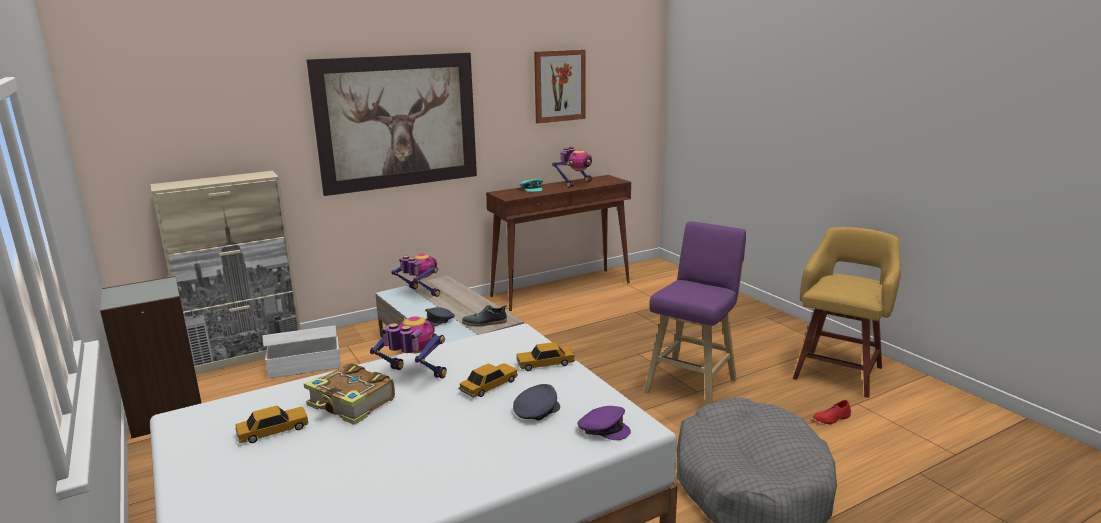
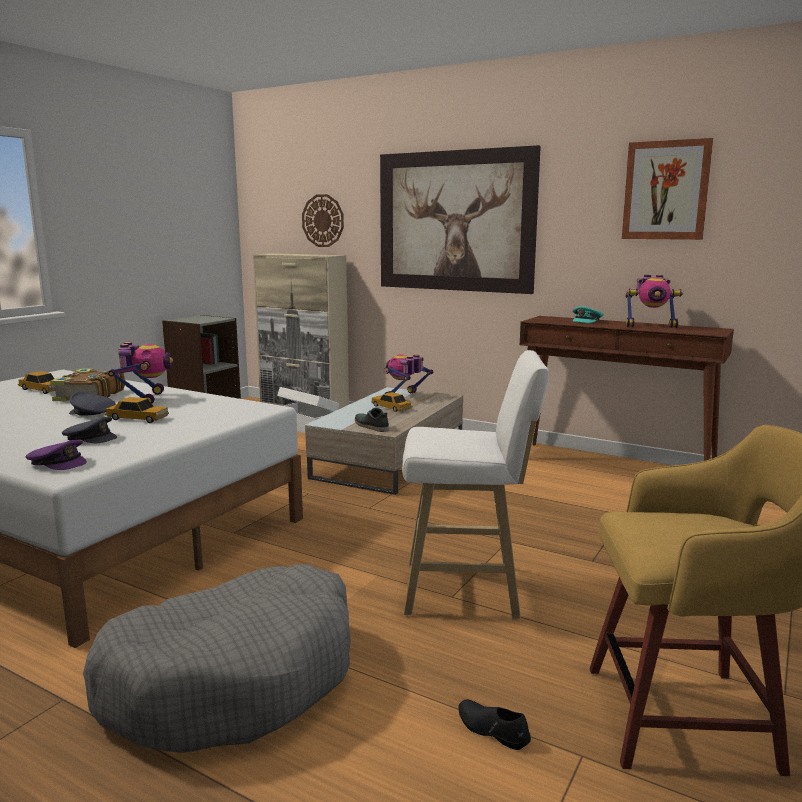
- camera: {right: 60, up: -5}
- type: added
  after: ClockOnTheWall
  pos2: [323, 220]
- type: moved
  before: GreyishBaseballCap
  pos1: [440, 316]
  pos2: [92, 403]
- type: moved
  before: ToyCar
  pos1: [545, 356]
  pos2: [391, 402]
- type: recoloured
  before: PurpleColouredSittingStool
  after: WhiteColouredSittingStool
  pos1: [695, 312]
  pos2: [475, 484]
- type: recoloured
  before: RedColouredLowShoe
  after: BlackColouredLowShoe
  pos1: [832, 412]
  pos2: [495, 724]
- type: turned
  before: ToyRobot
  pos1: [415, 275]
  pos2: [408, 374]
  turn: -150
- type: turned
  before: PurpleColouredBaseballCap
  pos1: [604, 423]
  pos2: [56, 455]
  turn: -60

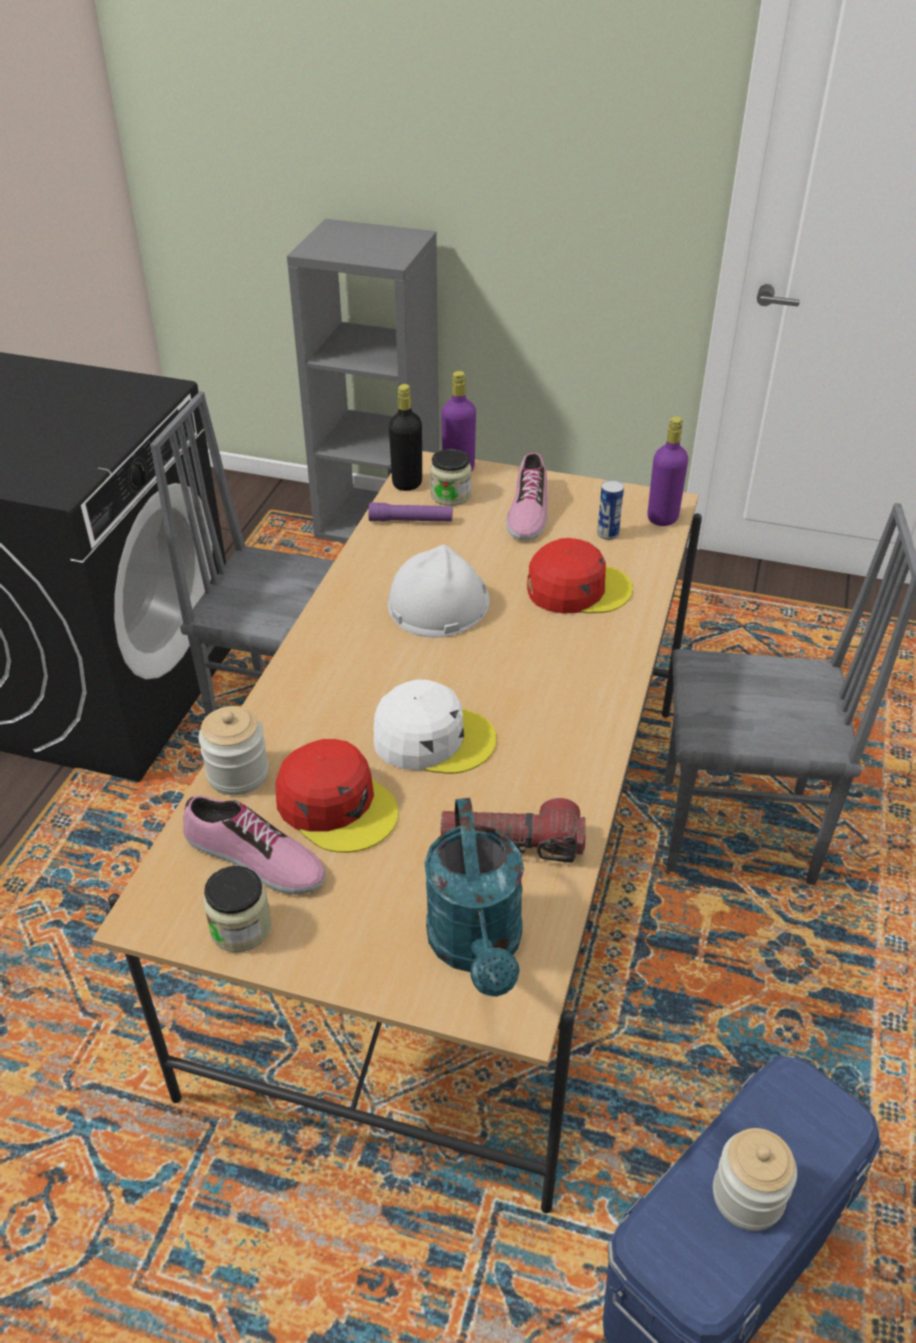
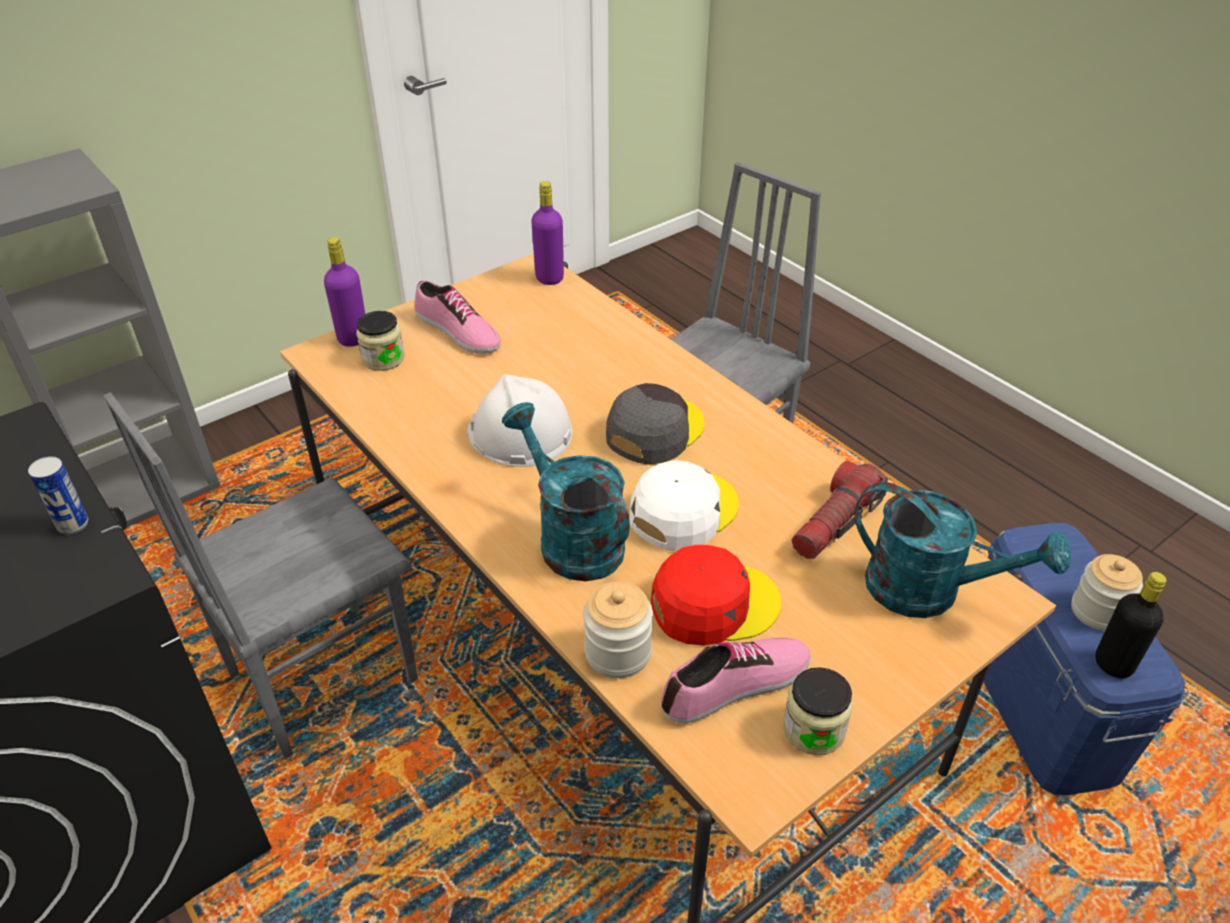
- camera: {right: -55, up: 0}
- type: removed
  before: PurpleColouredTorch
  pos1: [410, 512]
- type: removed
  before: RedColouredBaseballCap
  pos1: [580, 576]
- type: added
  after: TurquoiseColouredSprinklingCan
  pos2: [566, 491]
- type: added
  after: GreyishBaseballCap
  pos2: [655, 424]
- type: moved
  before: BlackColouredBottle
  pos1: [405, 437]
  pos2: [1131, 625]
- type: moved
  before: Can
  pos1: [610, 510]
  pos2: [58, 495]

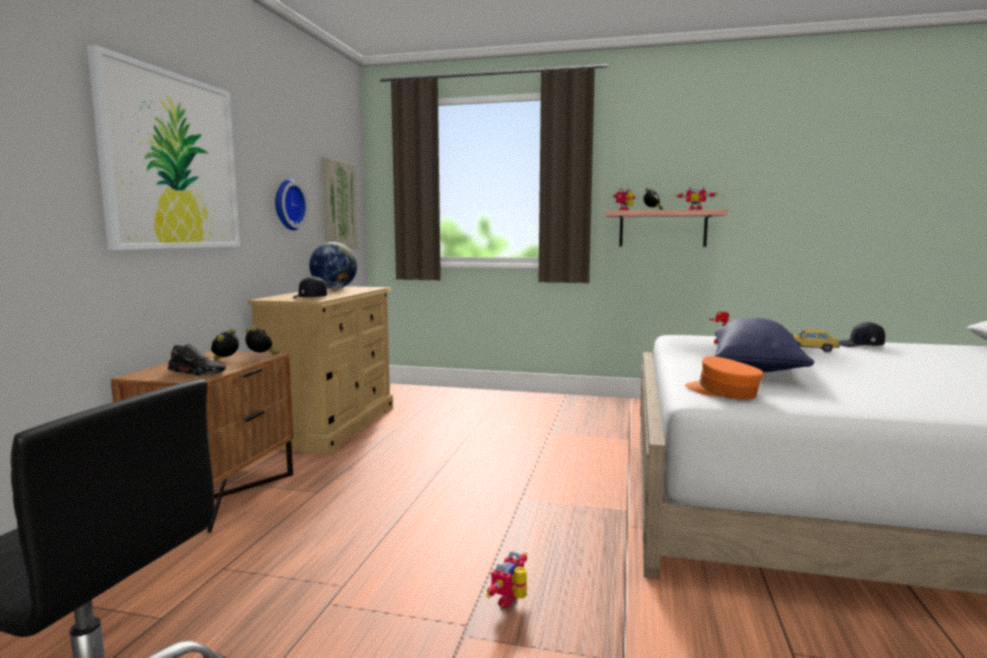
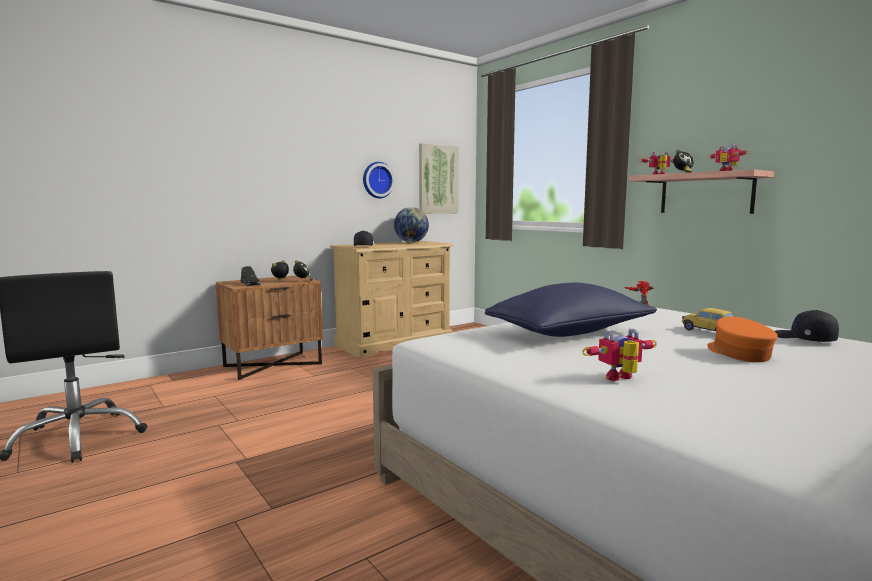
- camera: {right: 40, up: 0}
- type: removed
  before: Picture
  pos1: [163, 147]
- type: moved
  before: ToyRobot
  pos1: [506, 580]
  pos2: [619, 355]
- type: moved
  before: OrangeBaseballCap
  pos1: [724, 378]
  pos2: [742, 339]

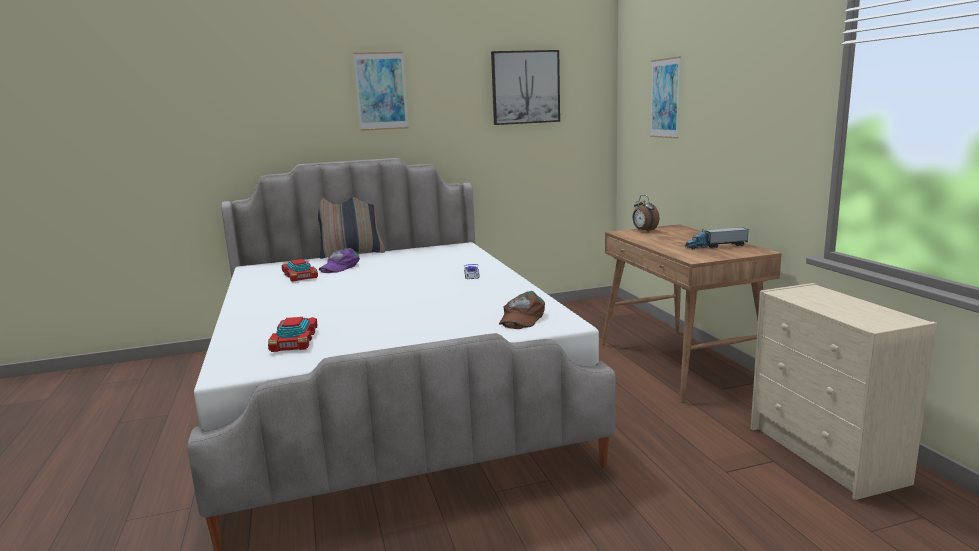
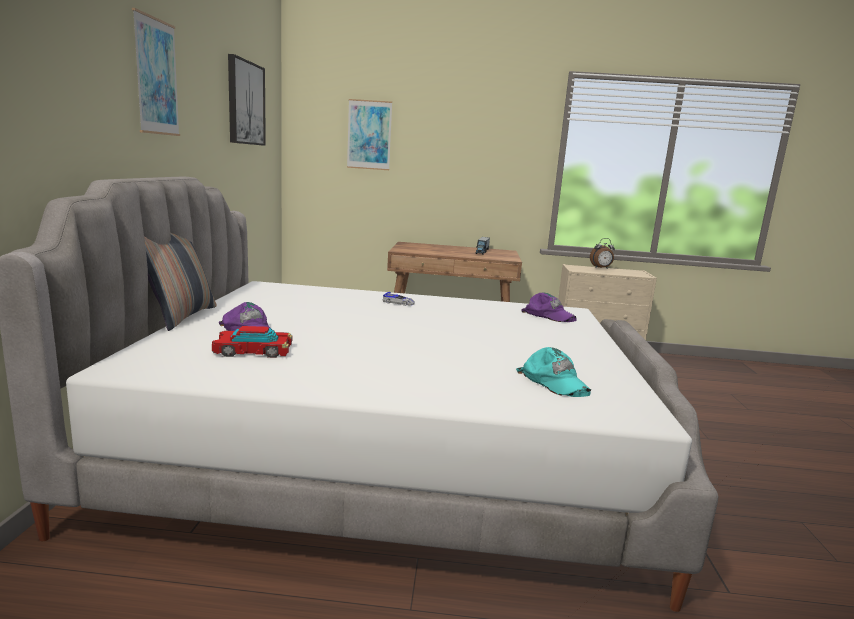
- camera: {right: -70, up: 0}
- type: moved
  before: BedsideClock
  pos1: [646, 213]
  pos2: [602, 253]
- type: replaced
  before: ToyCar
  after: TurquoiseColouredBaseballCap
  pos1: [293, 334]
  pos2: [553, 372]
- type: recoloured
  before: BrownColouredBaseballCap
  after: PurpleColouredBaseballCap
  pos1: [522, 310]
  pos2: [549, 307]

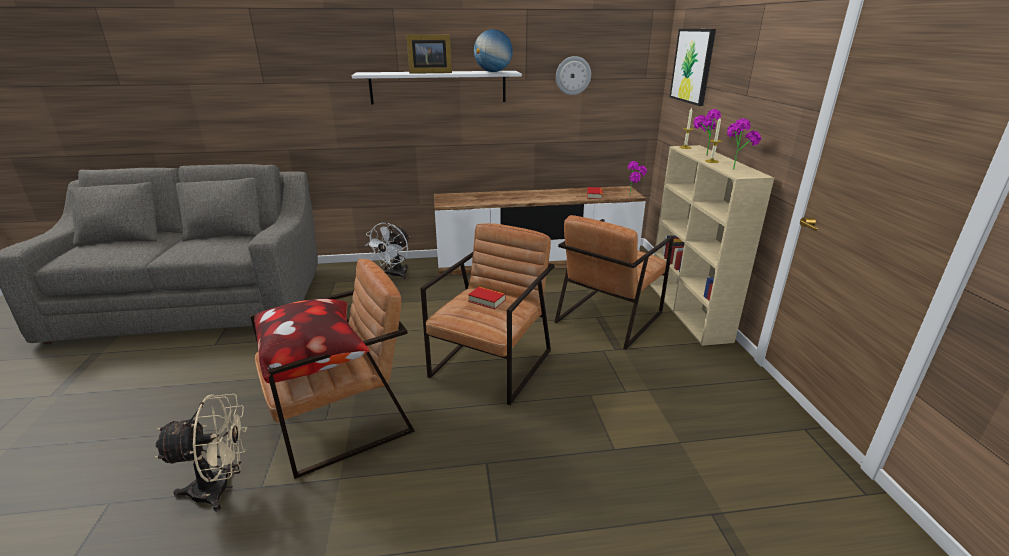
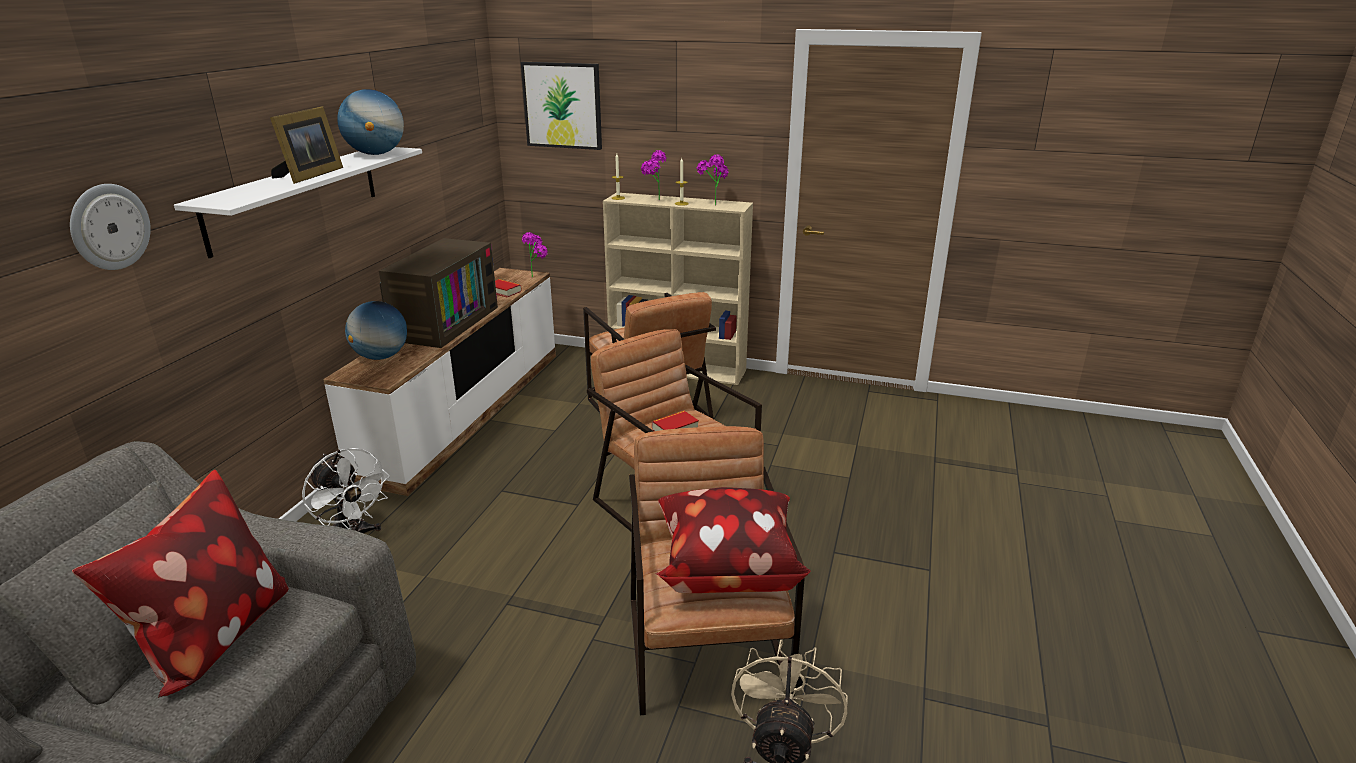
- camera: {right: -65, up: 0}
- type: added
  after: Cushion
  pos2: [180, 584]
- type: added
  after: DeskGlobe
  pos2: [376, 330]
- type: added
  after: Tv
  pos2: [438, 293]
- type: moved
  before: ClockOnTheWall
  pos1: [573, 75]
  pos2: [110, 227]

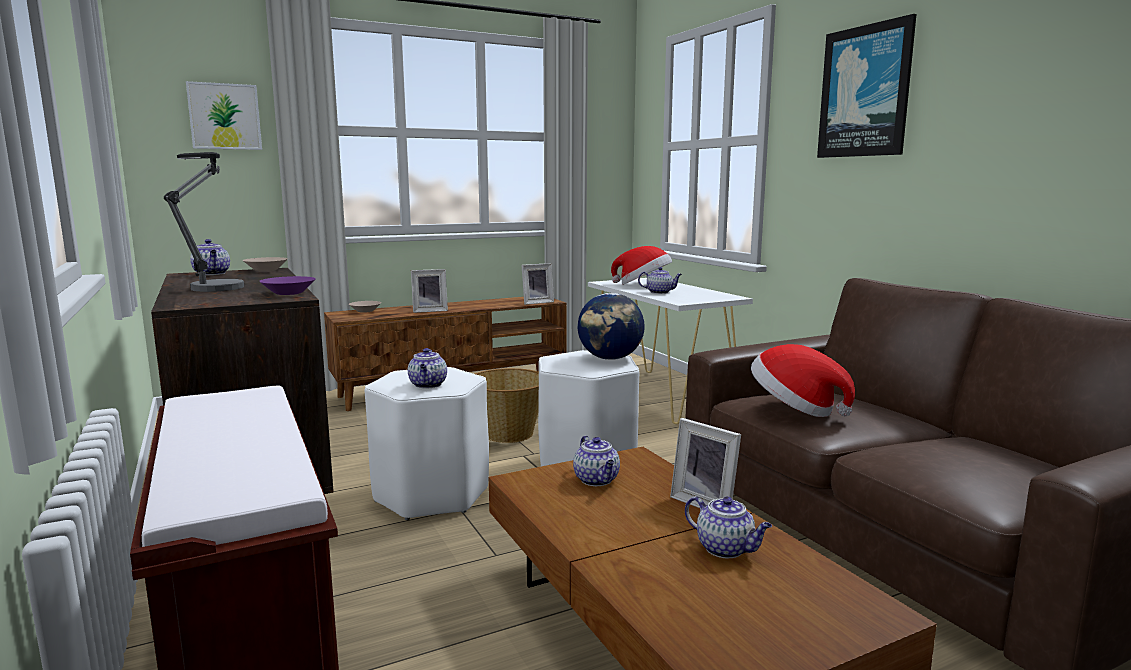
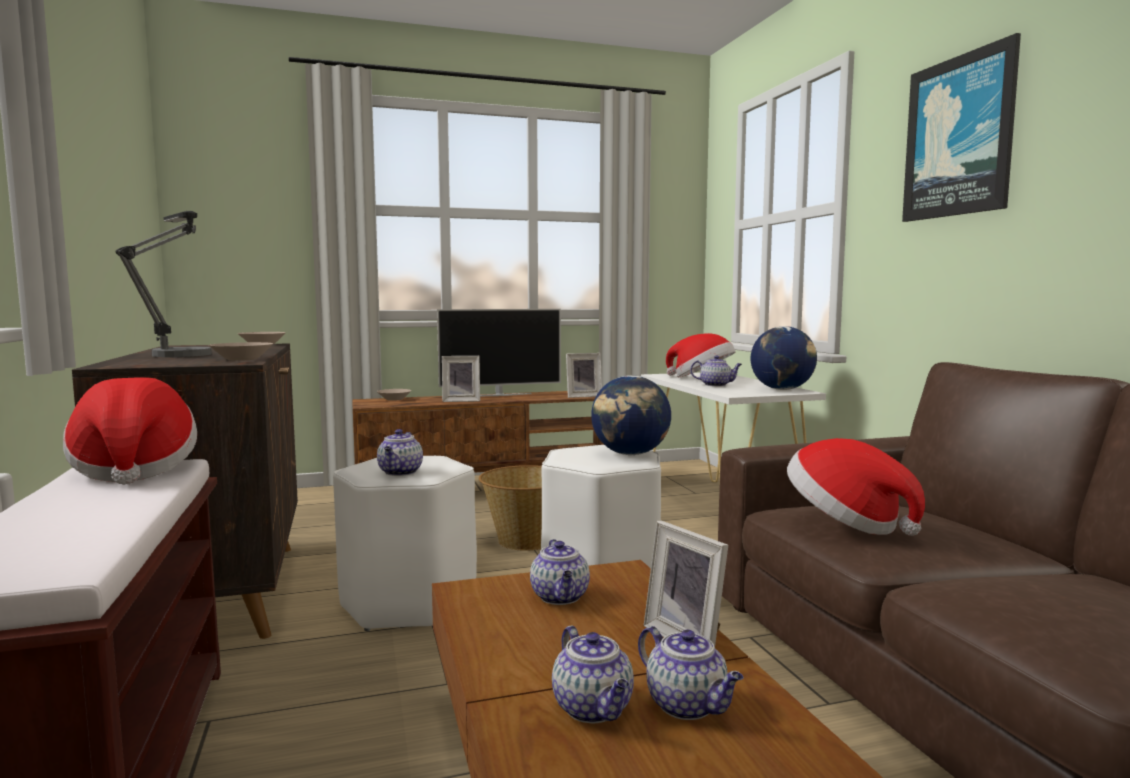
- camera: {right: 10, up: -5}
- type: removed
  before: Picture
  pos1: [224, 115]
- type: added
  after: WearableHat
  pos2: [130, 431]
- type: added
  after: Tv
  pos2: [499, 352]
- type: added
  after: DeskGlobe
  pos2: [784, 358]
- type: moved
  before: Teapot
  pos1: [210, 257]
  pos2: [593, 674]
- type: recoloured
  before: PurpleColouredBowl
  after: BeigeColouredBowl
  pos1: [287, 285]
  pos2: [241, 351]

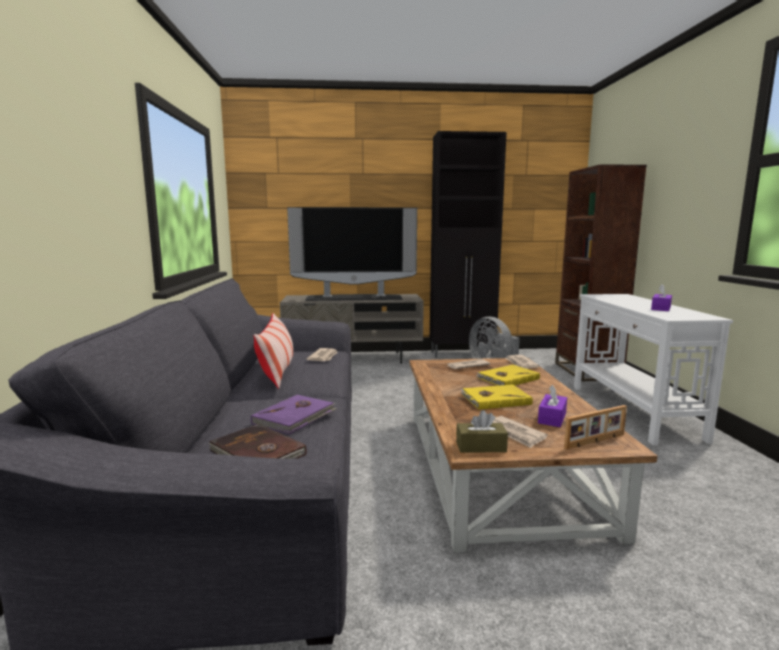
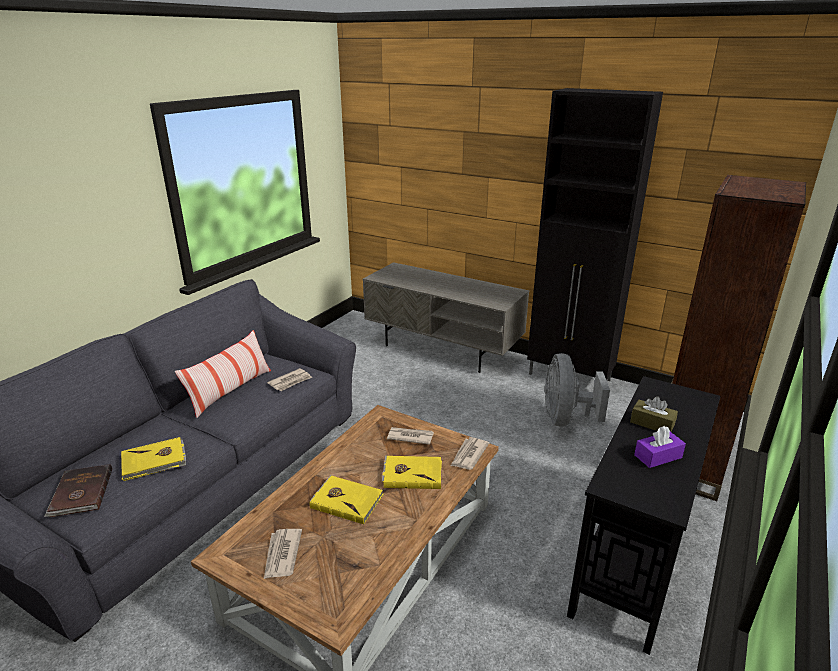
- camera: {right: 35, up: 15}
- type: removed
  before: Tv
  pos1: [352, 254]
- type: removed
  before: PurpleColouredTissueHolder
  pos1: [552, 406]
- type: removed
  before: PictureFrame
  pos1: [595, 427]
- type: moved
  before: BrownColouredTissueHolder
  pos1: [482, 431]
  pos2: [654, 414]
- type: recoloured
  before: PurpleColouredVolume
  after: YellowishVolume
  pos1: [294, 414]
  pos2: [153, 459]
- type: recoloured
  before: WhiteColouredHallTable
  after: BlackColouredHallTable
  pos1: [653, 370]
  pos2: [644, 515]

